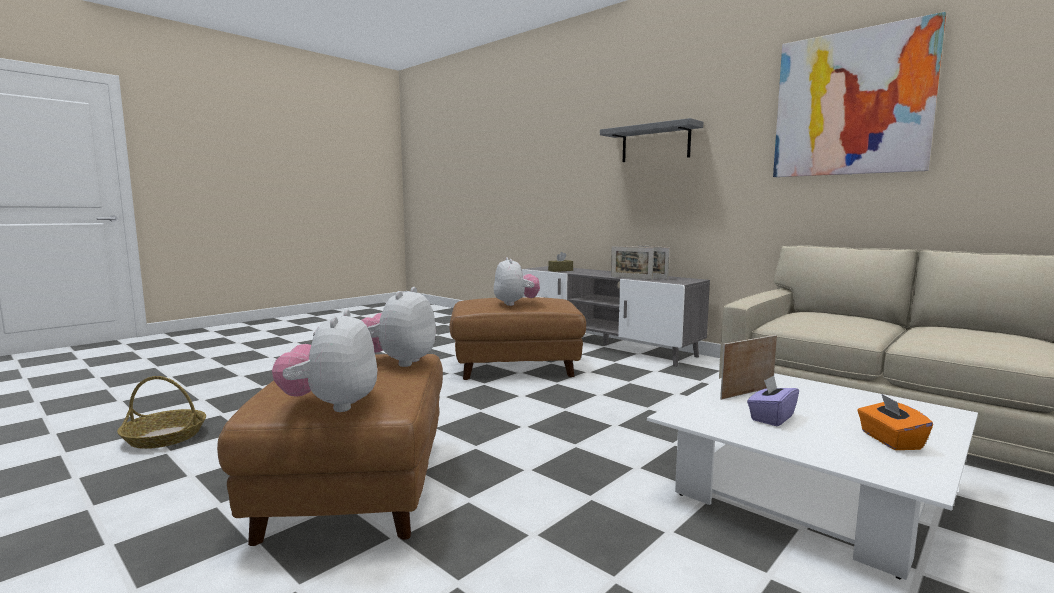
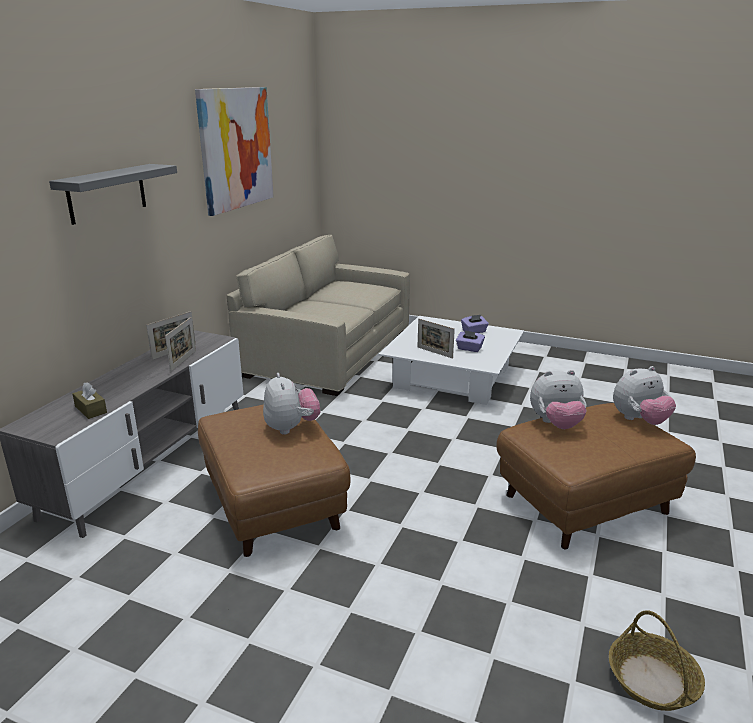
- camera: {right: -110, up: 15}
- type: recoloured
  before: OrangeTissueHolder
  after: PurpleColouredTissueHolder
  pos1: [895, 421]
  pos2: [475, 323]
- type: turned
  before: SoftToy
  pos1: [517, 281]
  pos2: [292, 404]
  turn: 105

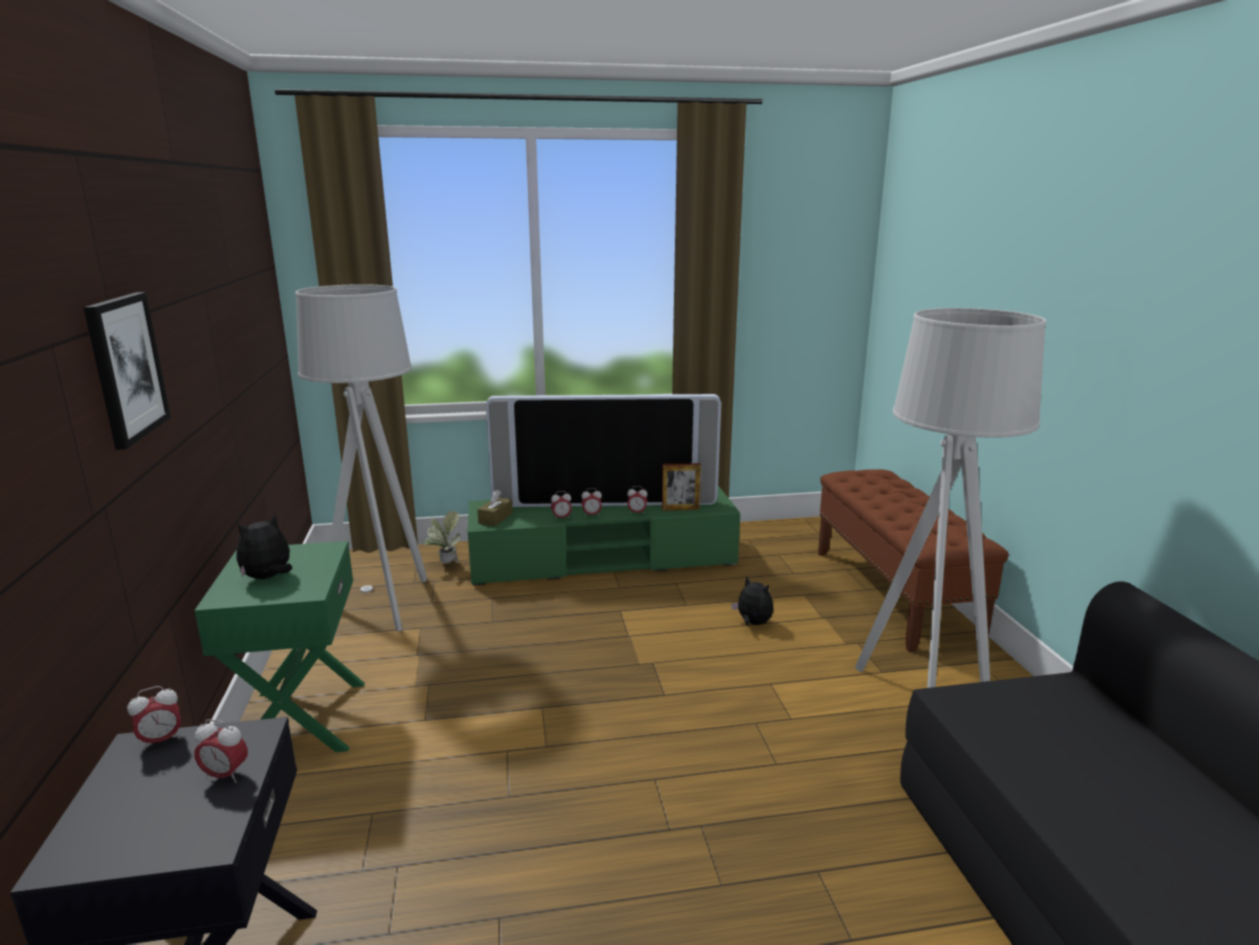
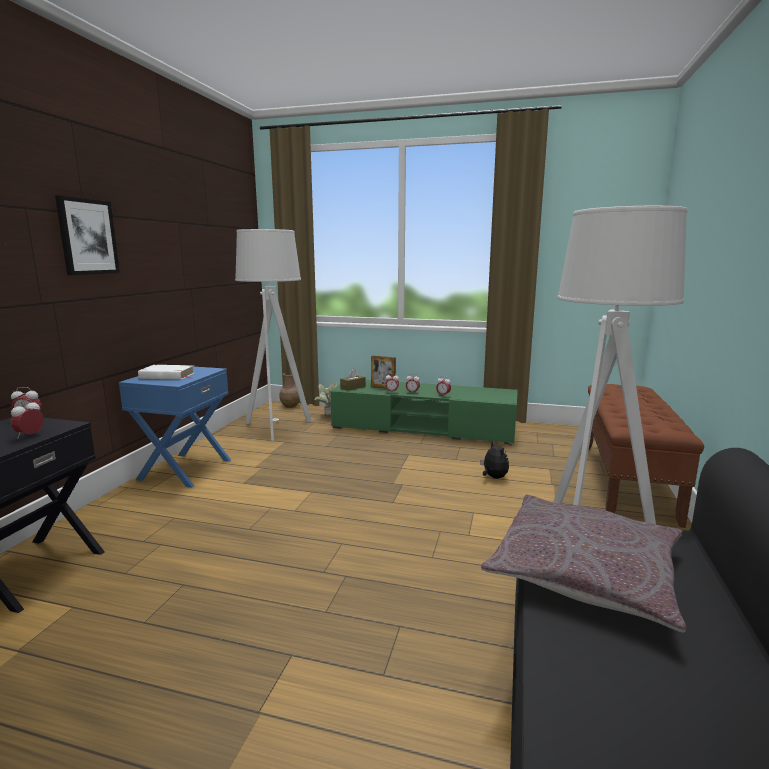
- camera: {right: 25, up: -5}
- type: removed
  before: Tv
  pos1: [603, 450]
- type: added
  after: BrownColouredVase
  pos2: [289, 390]
- type: added
  after: GreyishCushion
  pos2: [583, 564]
- type: moved
  before: PictureFrame
  pos1: [681, 487]
  pos2: [383, 372]
- type: replaced
  before: SoftToy
  after: WhiteColouredVolume
  pos1: [264, 546]
  pos2: [166, 372]
- type: recoloured
  before: GreenNightstand
  after: BluishNightstand
  pos1: [279, 646]
  pos2: [175, 427]
- type: turned
  before: BedsideClock
  pos1: [221, 751]
  pos2: [27, 418]
  turn: 75

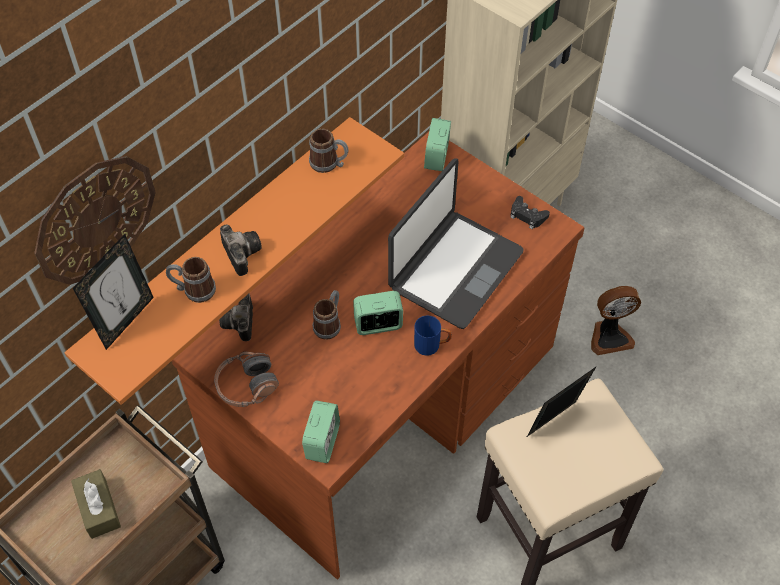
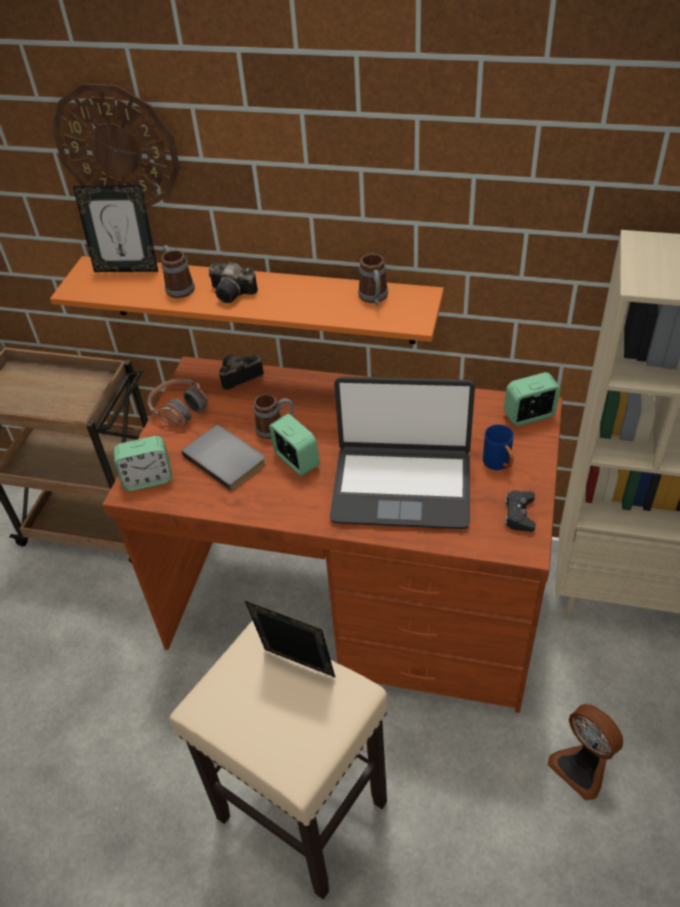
- camera: {right: 65, up: -10}
- type: removed
  before: BrownColouredTissueHolder
  pos1: [96, 504]
- type: added
  after: GreyishVolume
  pos2: [223, 458]
- type: moved
  before: BluishMug
  pos1: [433, 336]
  pos2: [498, 447]
- type: turned
  before: StillCamera
  pos1: [241, 250]
  pos2: [233, 282]
  turn: 75

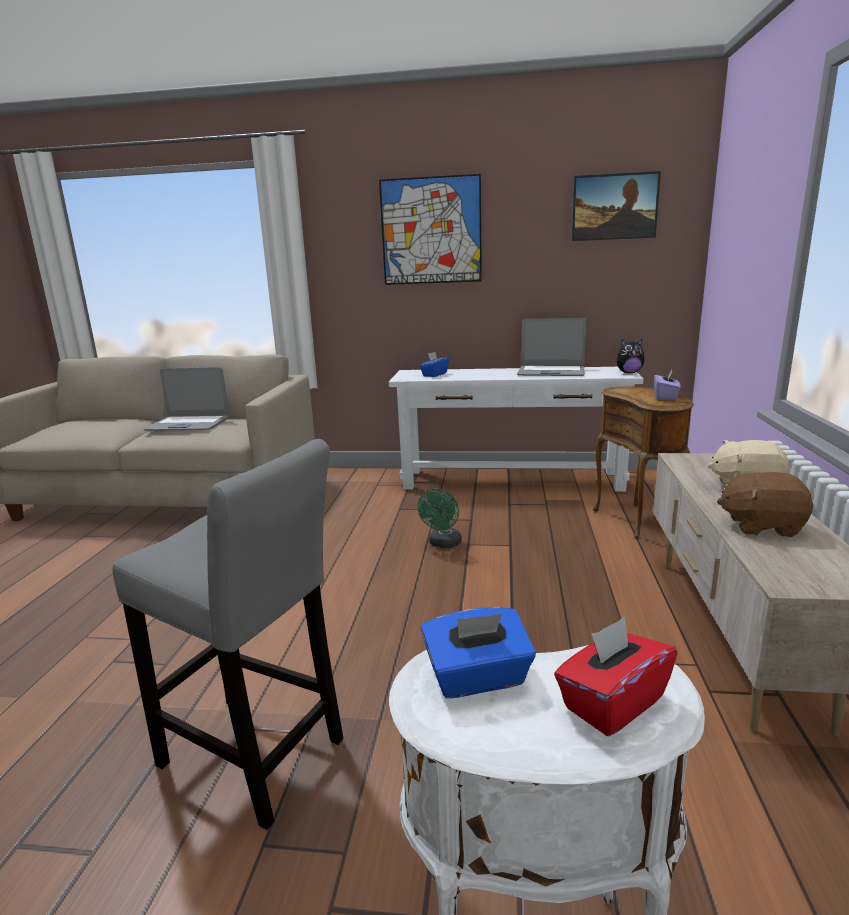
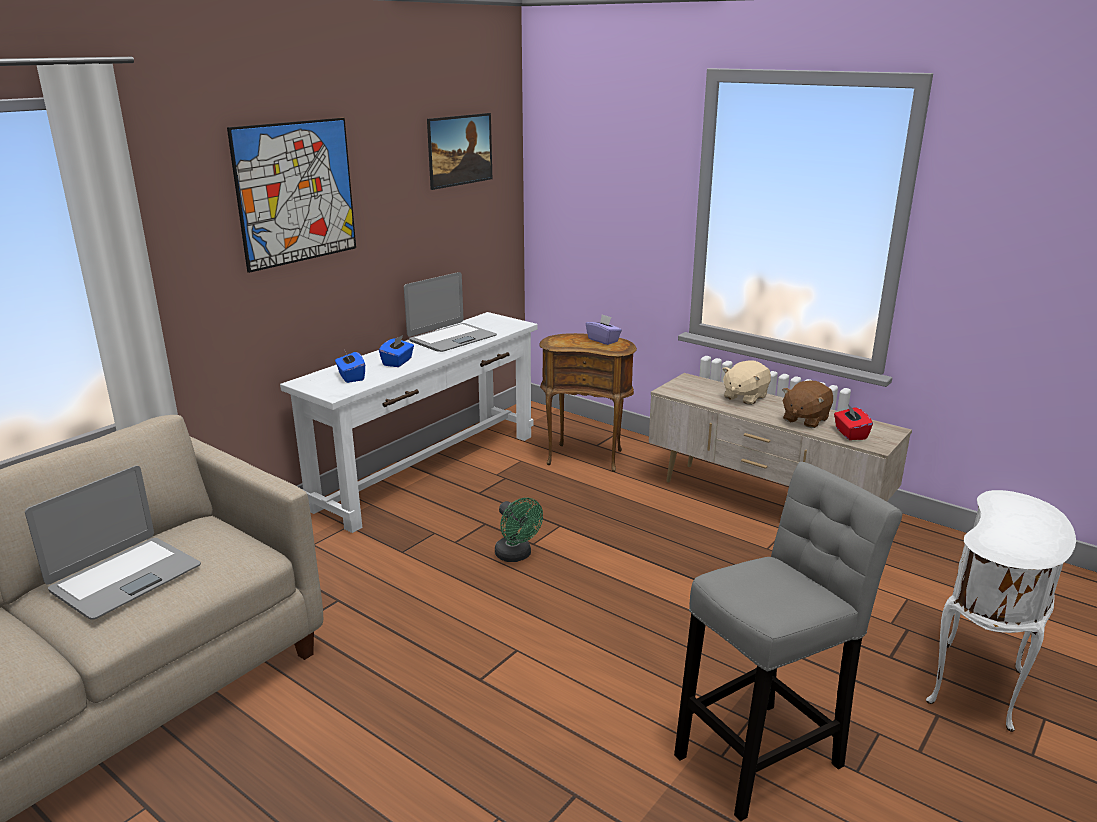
- camera: {right: -60, up: 5}
- type: removed
  before: SoftToy
  pos1: [630, 356]
- type: moved
  before: BluishTissueHolder
  pos1: [478, 653]
  pos2: [396, 351]
- type: moved
  before: RedColouredTissueHolder
  pos1: [615, 676]
  pos2: [853, 422]

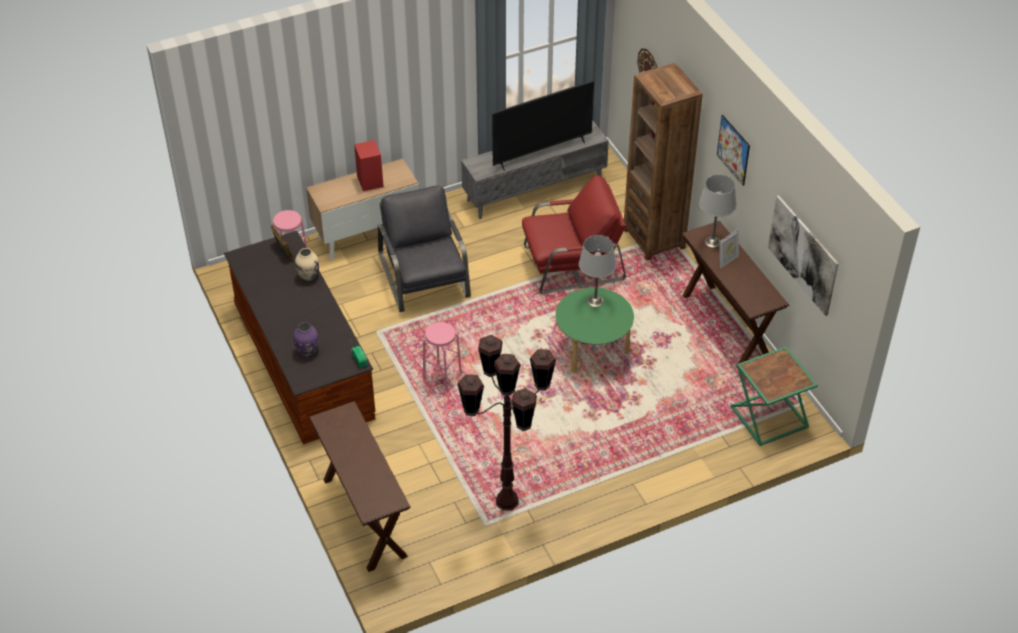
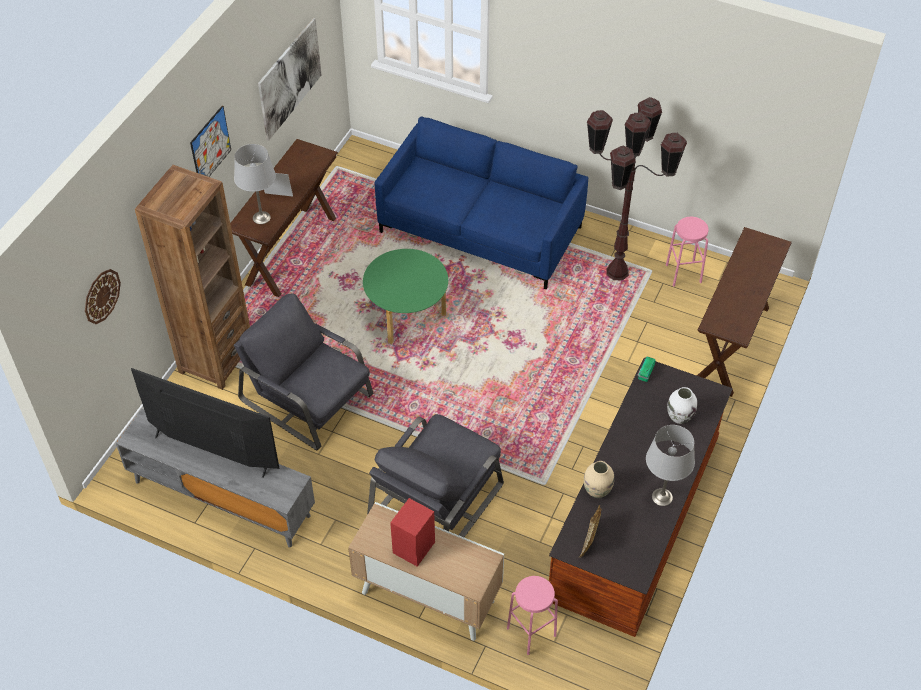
- camera: {right: -130, up: 5}
- type: removed
  before: GreenAccentTable
  pos1: [774, 396]
- type: added
  after: BluishSofa
  pos2: [481, 203]
- type: moved
  before: PinkishSittingStool
  pos1: [442, 356]
  pos2: [687, 251]
- type: moved
  before: GreyishTableLamp
  pos1: [597, 271]
  pos2: [670, 465]
- type: recoloured
  before: PurpleColouredVase
  after: WhiteColouredVase
  pos1: [306, 339]
  pos2: [682, 405]
- type: recoloured
  before: RedColouredArmchair
  after: GreyishArmchair
  pos1: [574, 234]
  pos2: [303, 372]

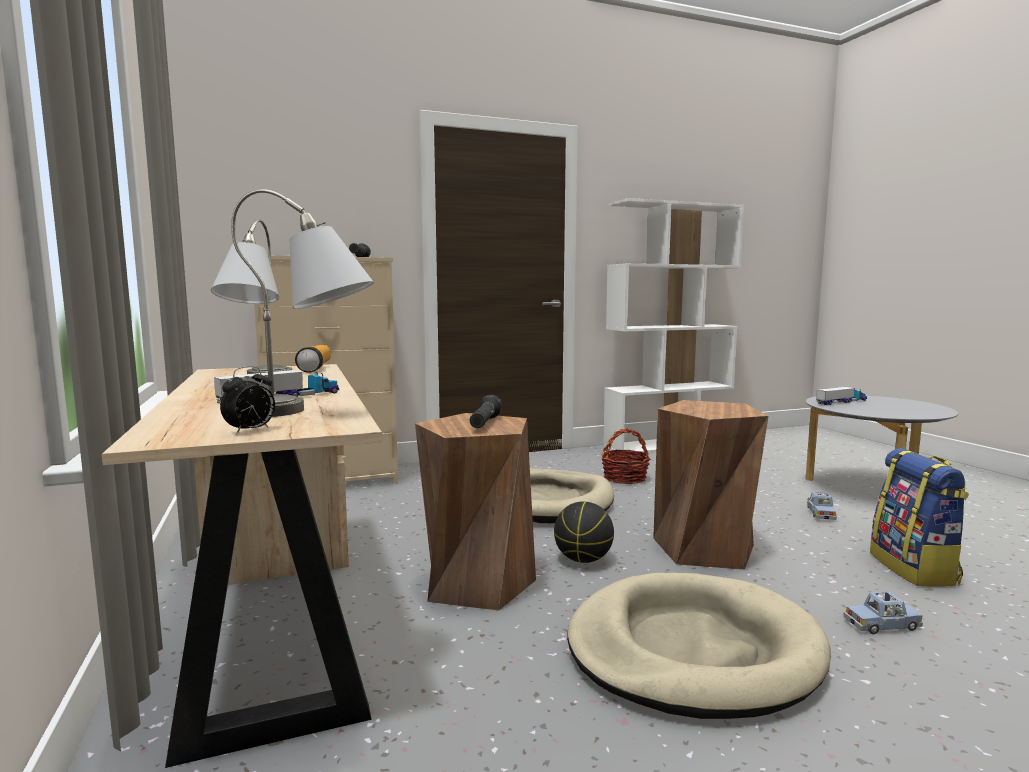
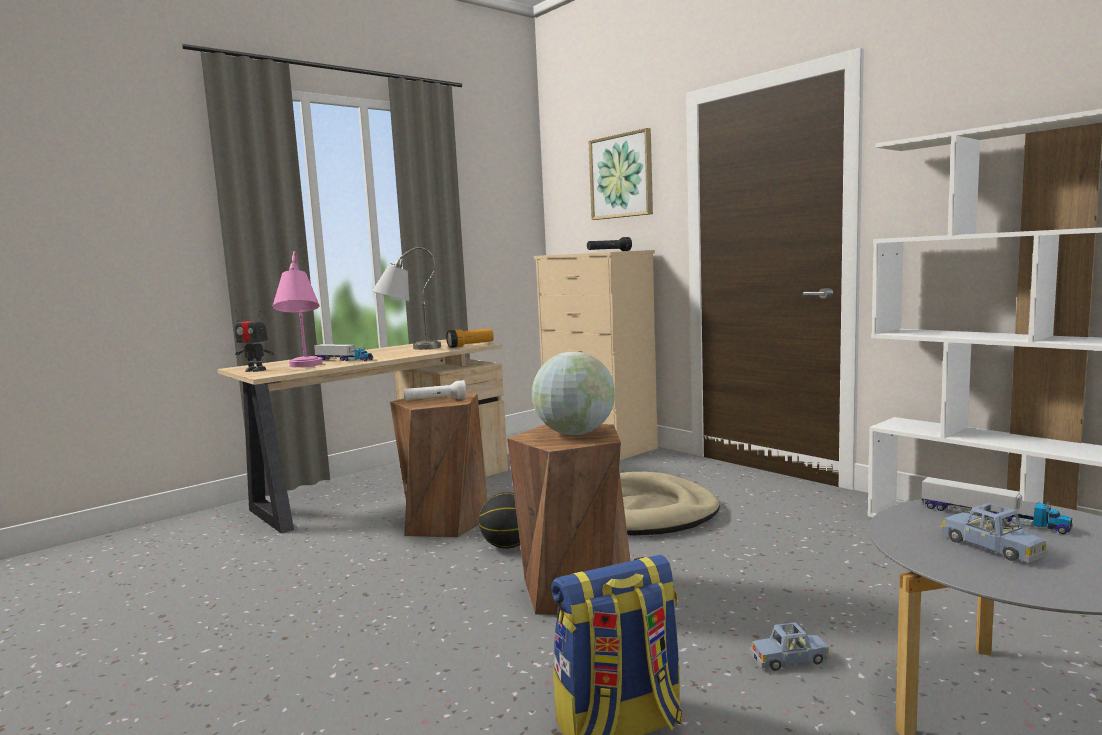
- camera: {right: 70, up: 0}
- type: removed
  before: BeigeColouredPetBed
  pos1: [699, 646]
- type: removed
  before: HouseholdBasket
  pos1: [626, 456]
- type: added
  after: DeskGlobe
  pos2: [573, 393]
- type: added
  after: Picture
  pos2: [621, 174]
- type: moved
  before: BluishToyCar
  pos1: [883, 612]
  pos2: [993, 532]
- type: replaced
  before: BedsideClock
  after: ToyRobot
  pos1: [247, 400]
  pos2: [254, 341]
- type: recoloured
  before: GreyishTableLamp
  after: PinkishTableLamp
  pos1: [302, 303]
  pos2: [297, 309]
- type: recoloured
  before: BlackColouredTorch
  after: WhiteColouredTorch
  pos1: [486, 411]
  pos2: [435, 390]

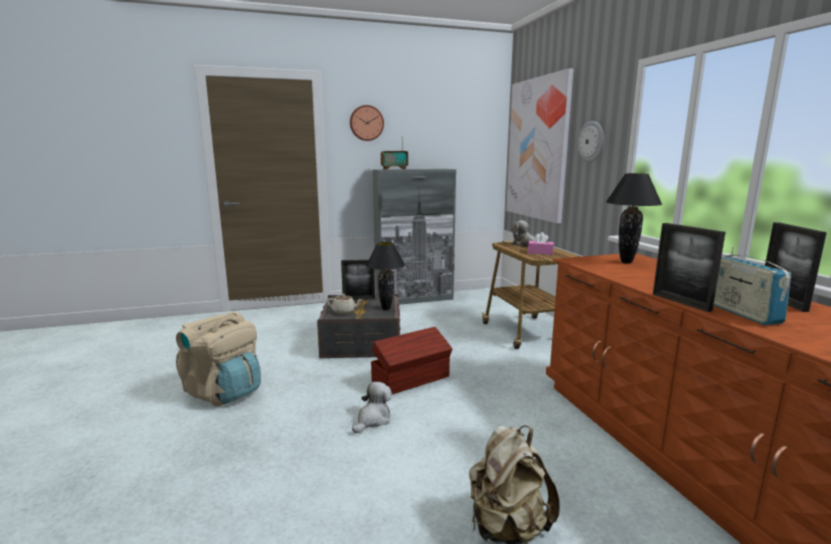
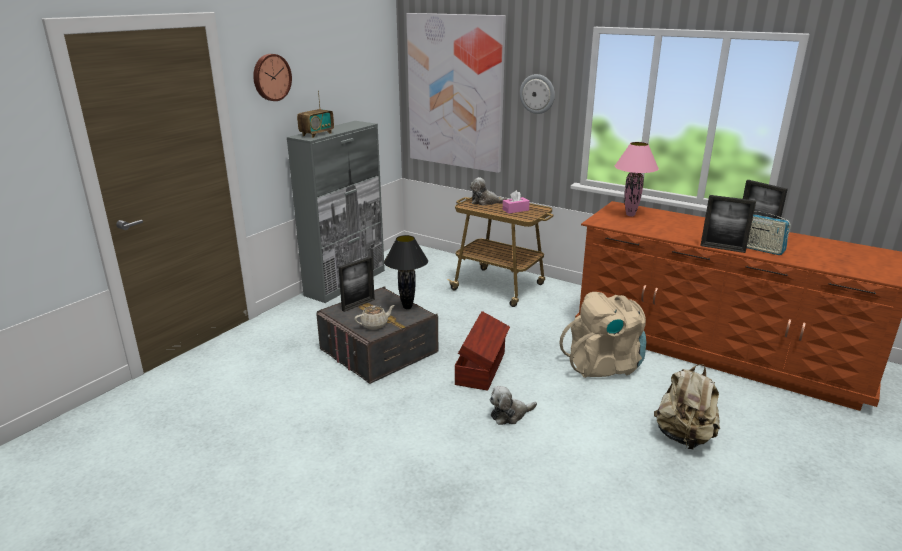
- camera: {right: -40, up: 10}
- type: moved
  before: BeigeColouredRucksack
  pos1: [218, 359]
  pos2: [602, 335]
- type: recoloured
  before: BlackColouredTableLamp
  after: PinkishTableLamp
  pos1: [634, 218]
  pos2: [637, 179]
- type: turned
  before: SoftToy
  pos1: [372, 407]
  pos2: [513, 405]
  turn: -105

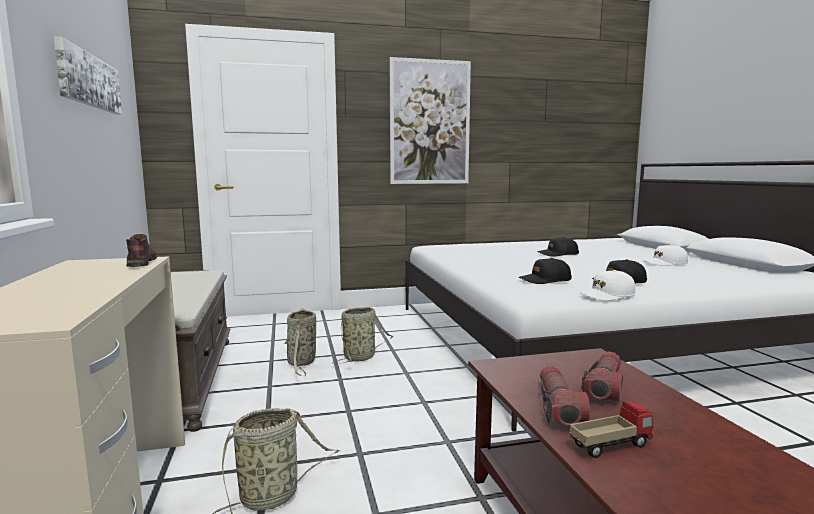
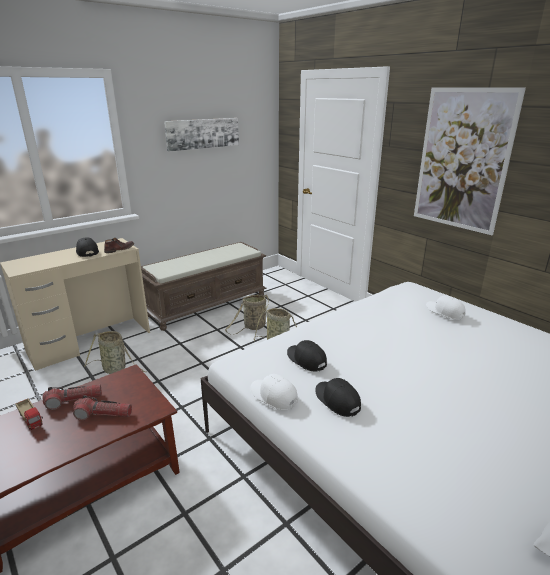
- camera: {right: 65, up: 15}
- type: moved
  before: BlackColouredBaseballCap
  pos1: [558, 246]
  pos2: [87, 247]
- type: moved
  before: WhiteColouredBaseballCap
  pos1: [665, 255]
  pos2: [445, 307]

